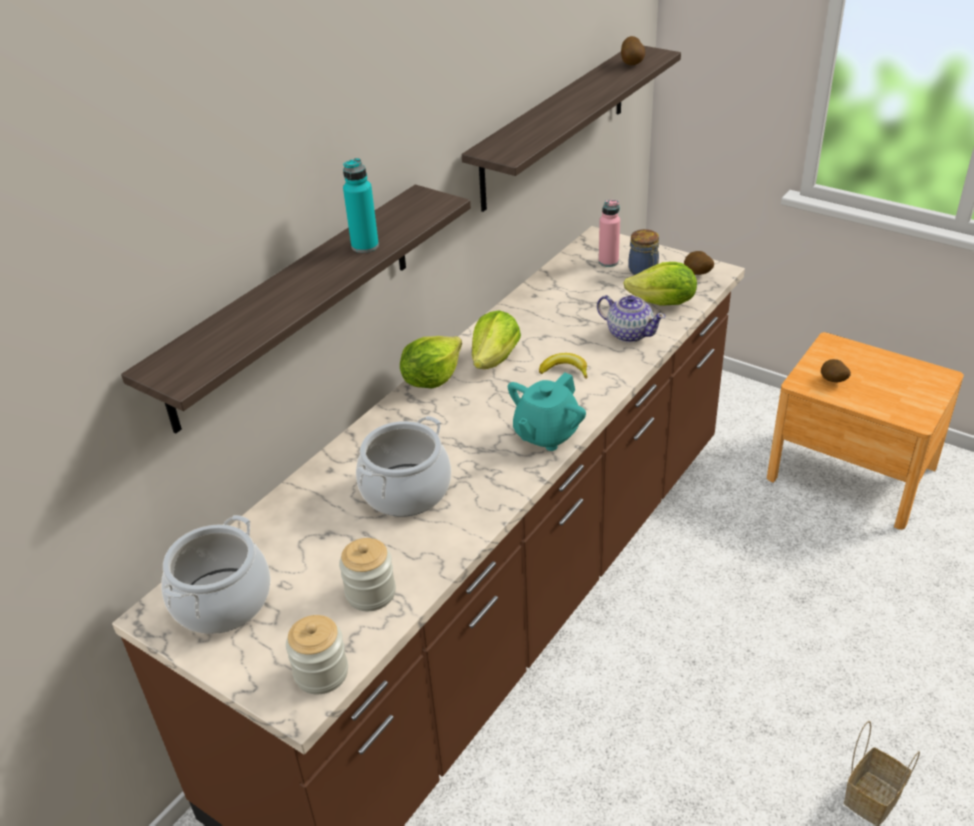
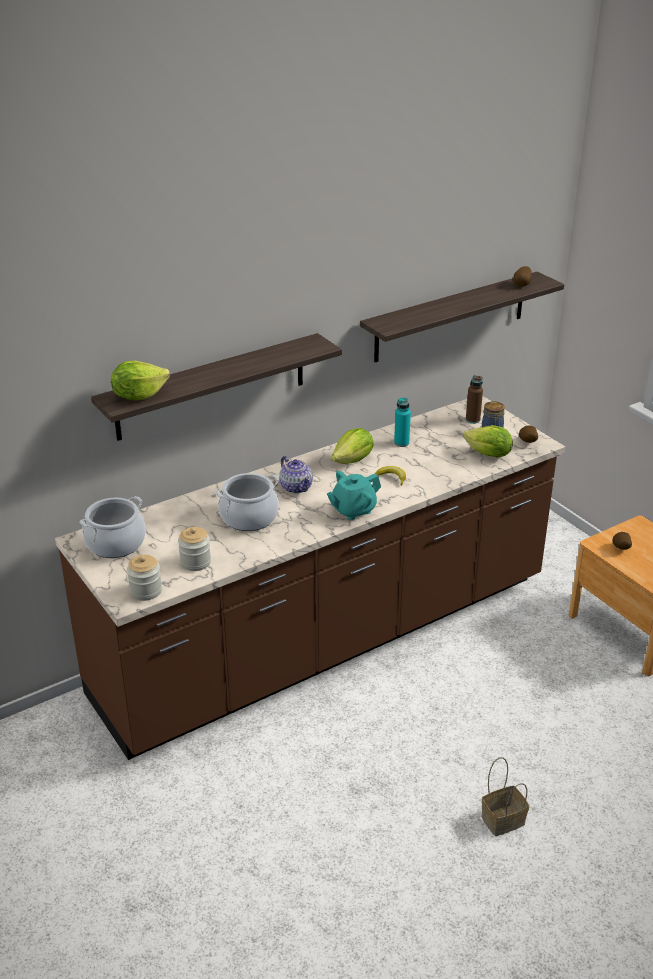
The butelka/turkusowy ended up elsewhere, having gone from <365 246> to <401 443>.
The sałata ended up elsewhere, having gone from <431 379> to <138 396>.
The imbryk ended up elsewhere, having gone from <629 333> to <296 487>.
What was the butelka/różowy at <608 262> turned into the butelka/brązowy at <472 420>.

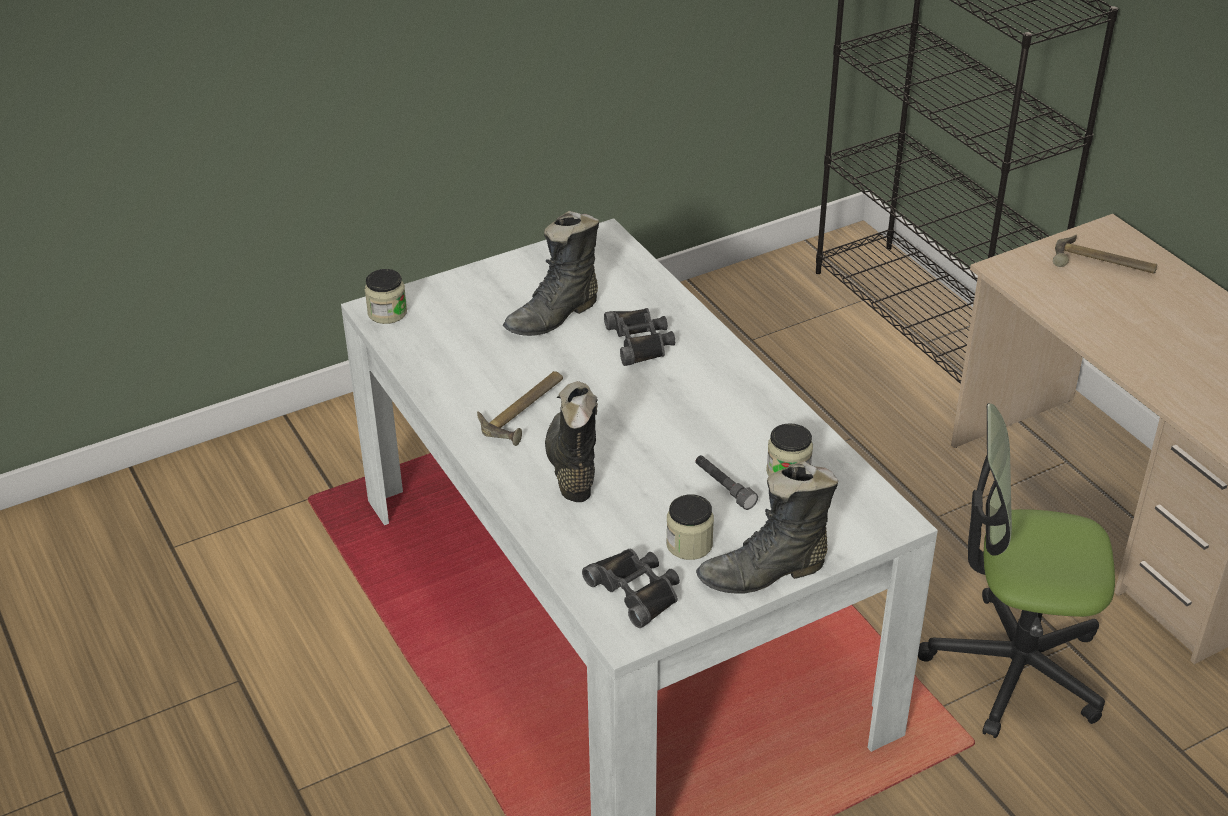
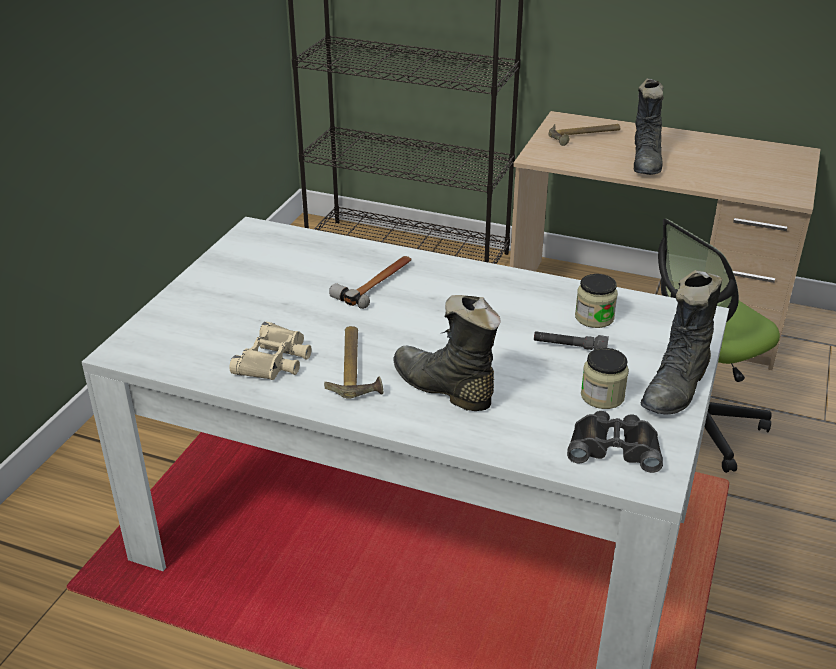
The second view lost the słoik at <387 313>.
The second view gained the lornetka/beżowy at <275 360>.
The but z cholewką/czarny ended up elsewhere, having gone from <555 316> to <646 162>.
Where the lornetka/czarny stood at <640 341>, the młotek came to stand at <376 283>.

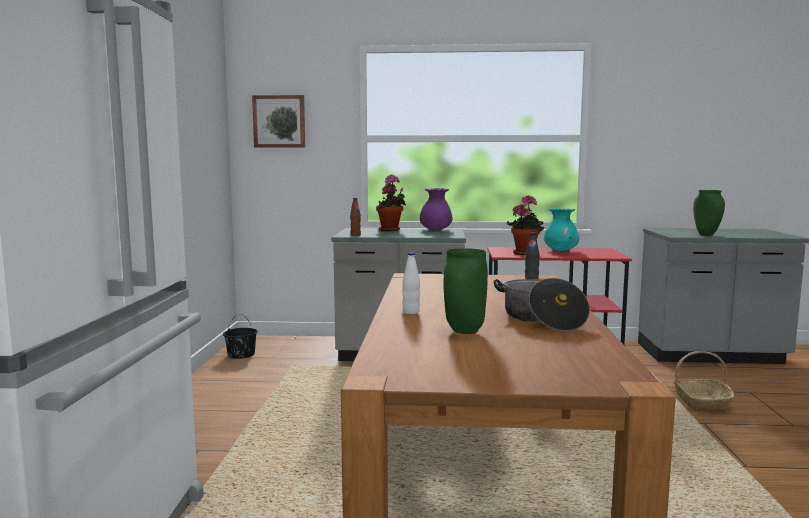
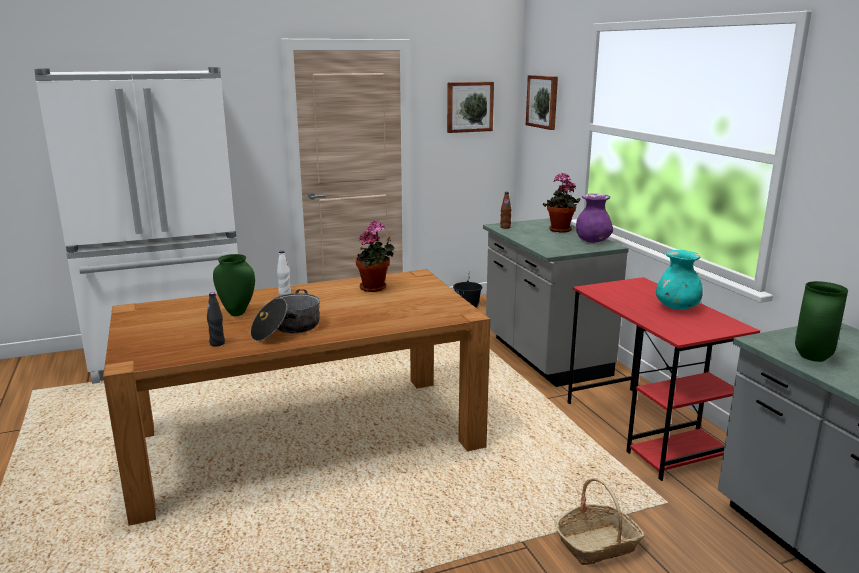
The second view gained the obraz at <469 107>.
The roślina doniczkowa ended up elsewhere, having gone from <525 253> to <375 288>.
The butelka/czarny ended up elsewhere, having gone from <531 278> to <217 343>.

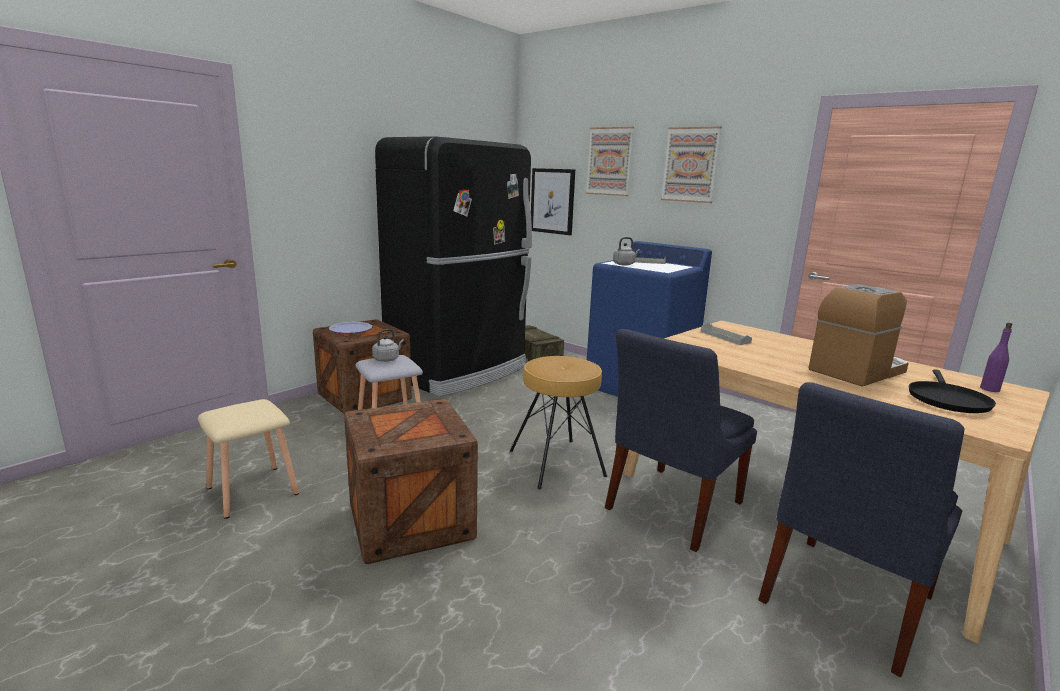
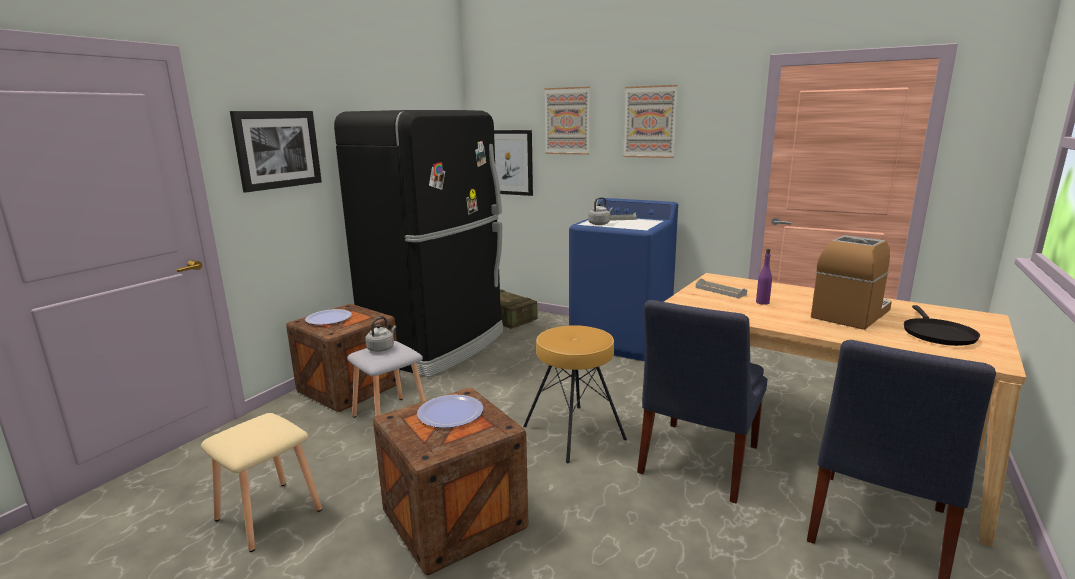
The second view gained the obraz at <277 149>.
The second view gained the talerz at <450 412>.
The butelka/fioletowy ended up elsewhere, having gone from <989 389> to <762 302>.

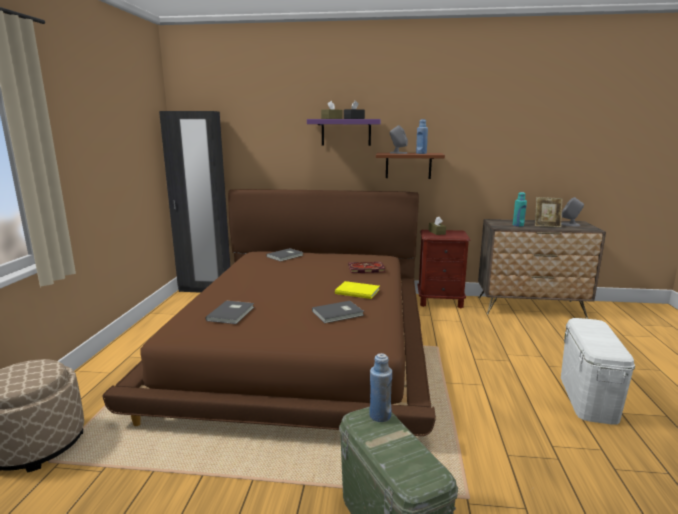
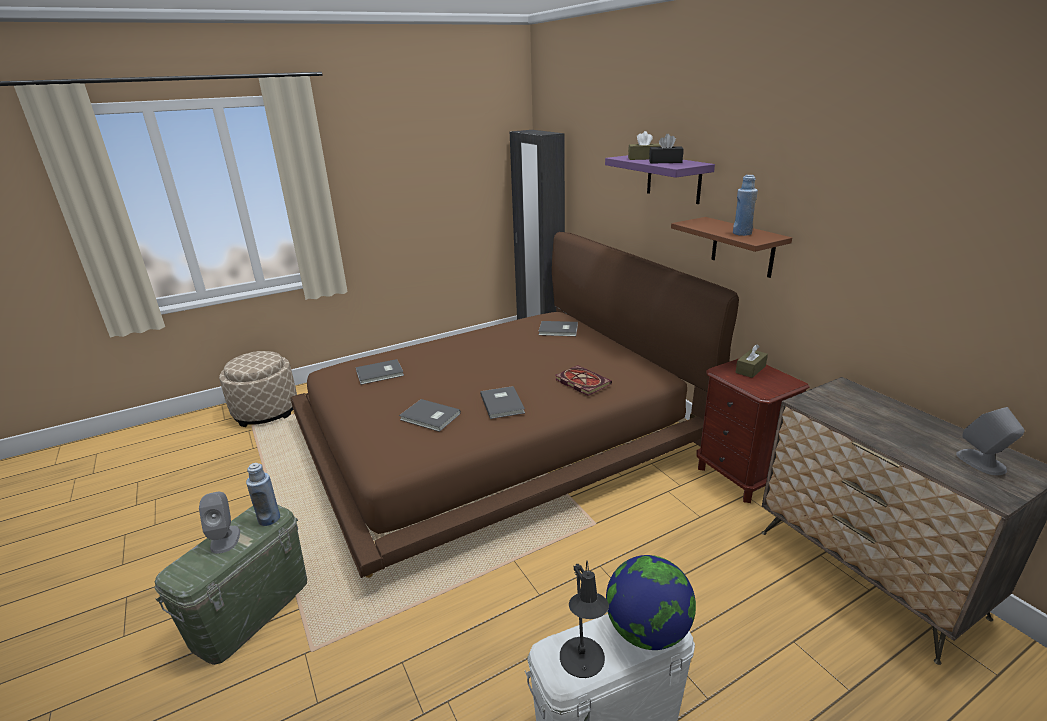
The second view lost the butelka/turkusowy at <518 225>.
The second view lost the ramka na zdjęcie at <546 226>.
The second view gained the lampa stołowa/czarny at <583 663>.
The second view gained the globus at <647 631>.
The głośnik/szary ended up elsewhere, having gone from <398 153> to <225 539>.
What was the książka/żółty at <357 291> turned into the książka/szary at <503 403>.

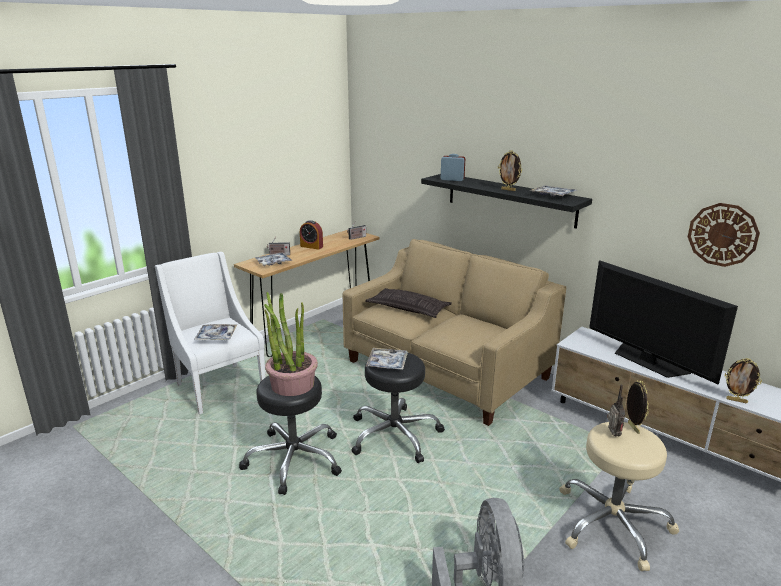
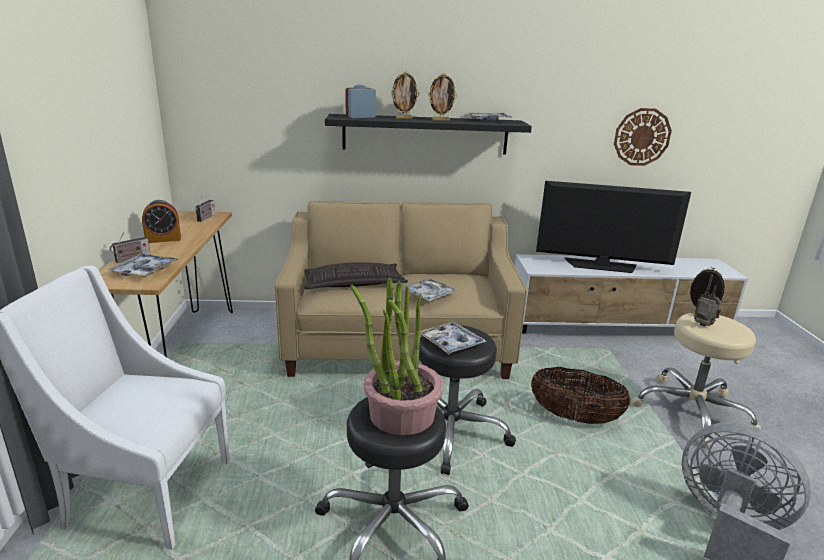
The second view gained the koszyk at <574 417>.
The taca ended up elsewhere, having gone from <216 336> to <429 294>.
The ramka na zdjęcie ended up elsewhere, having gone from <736 400> to <404 118>.

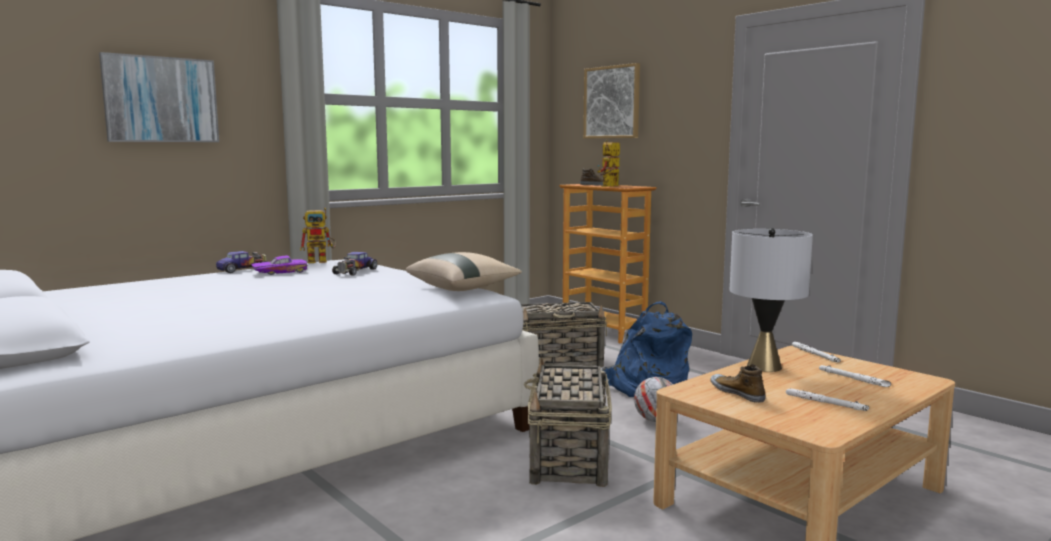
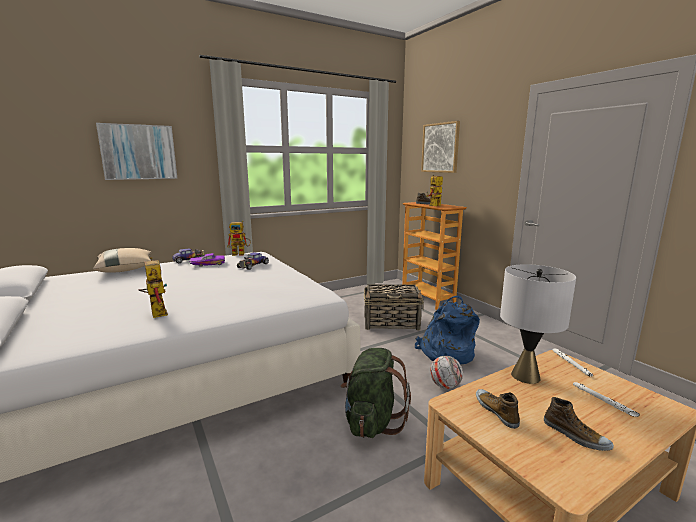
The second view gained the robot zabawkowy at <156 312>.
The poduszka/beżowy ended up elsewhere, having gone from <463 288> to <126 269>.
Where the koszyk stood at <569 460>, the plecak/zielony came to stand at <372 422>.
Where the latarka/biały stood at <825 403>, the but came to stand at <575 436>.

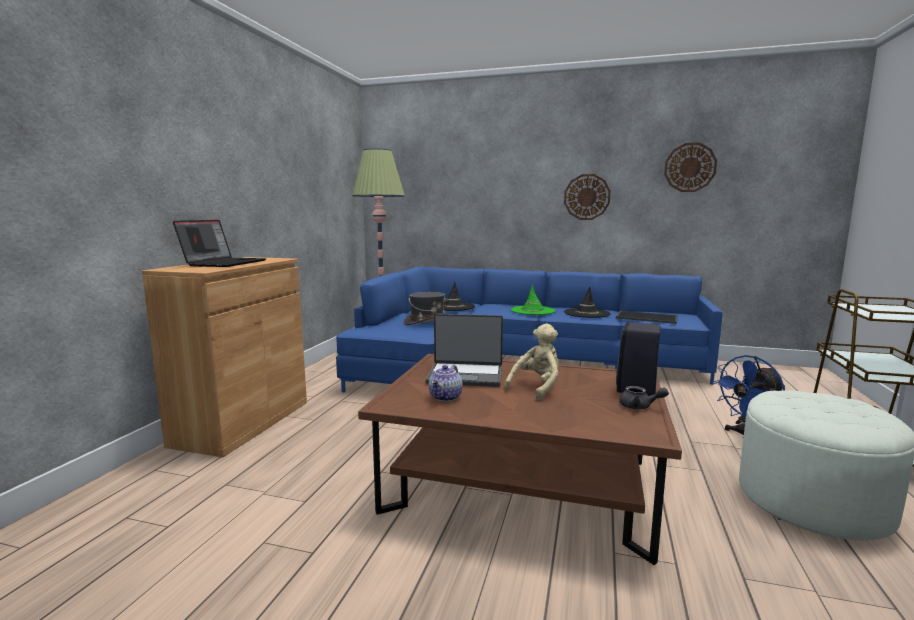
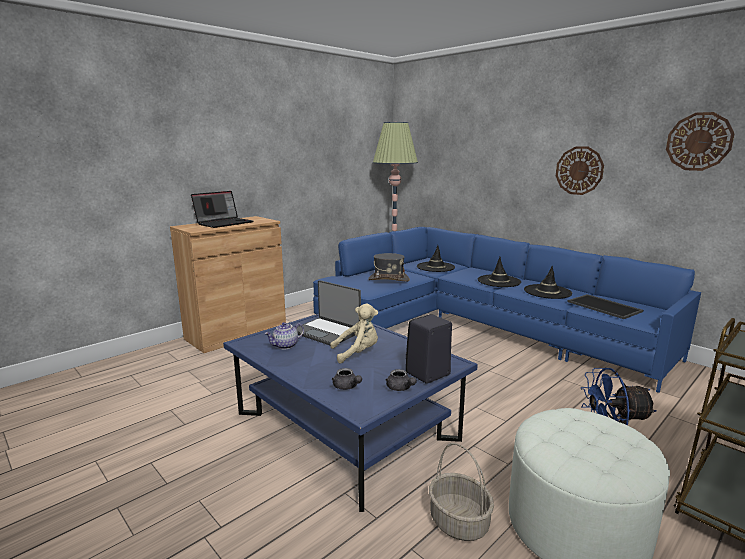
The second view gained the imbryk/szary at <347 387>.
The second view gained the koszyk at <458 522>.
What was the ława/brązowy at <520 485> turned into the ława/niebieski at <345 426>.
What was the kapelusz/zielony at <533 311> turned into the kapelusz/czarny at <499 281>.

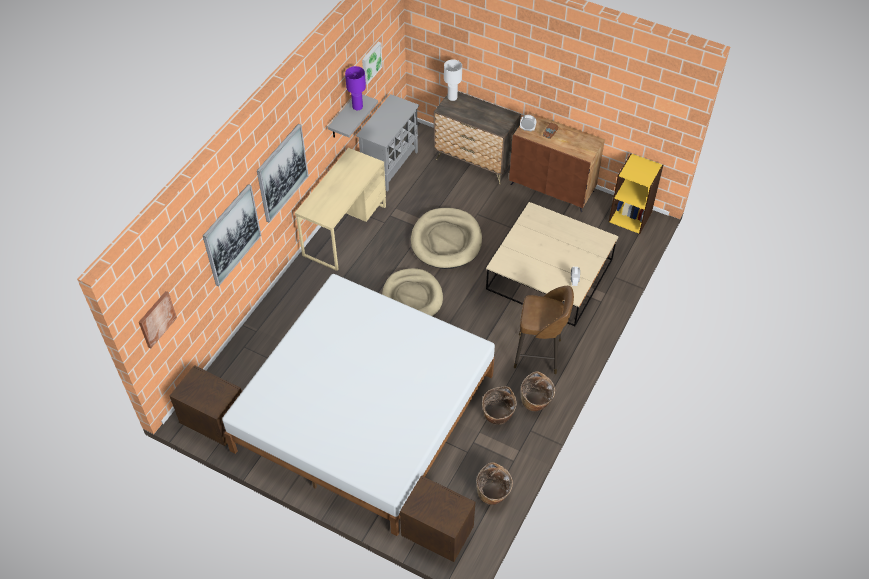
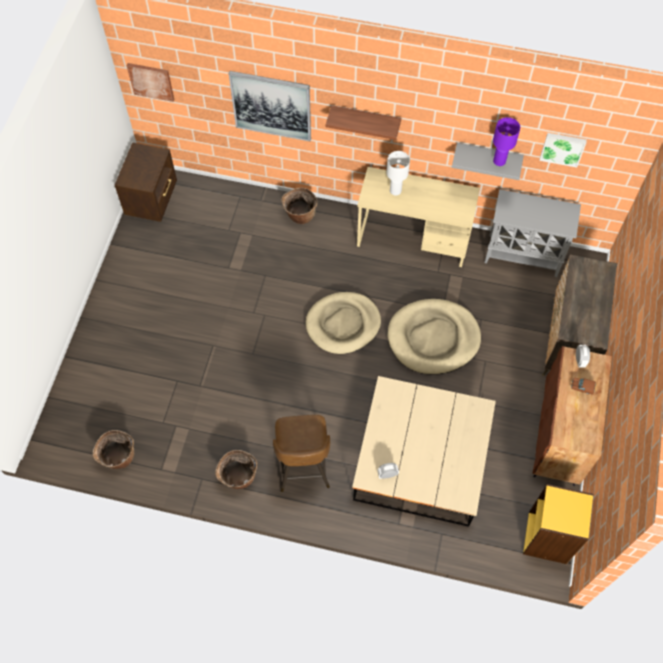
The second view lost the łóżko/biały at <364 411>.
The second view lost the szafka nocna/brązowy at <437 532>.
The lampa stołowa/biały ended up elsewhere, having gone from <452 97> to <395 191>.
The koszyk ended up elsewhere, having gone from <497 416> to <299 215>.
Where the obraz hung at <282 172>, the półka came to hang at <365 119>.

